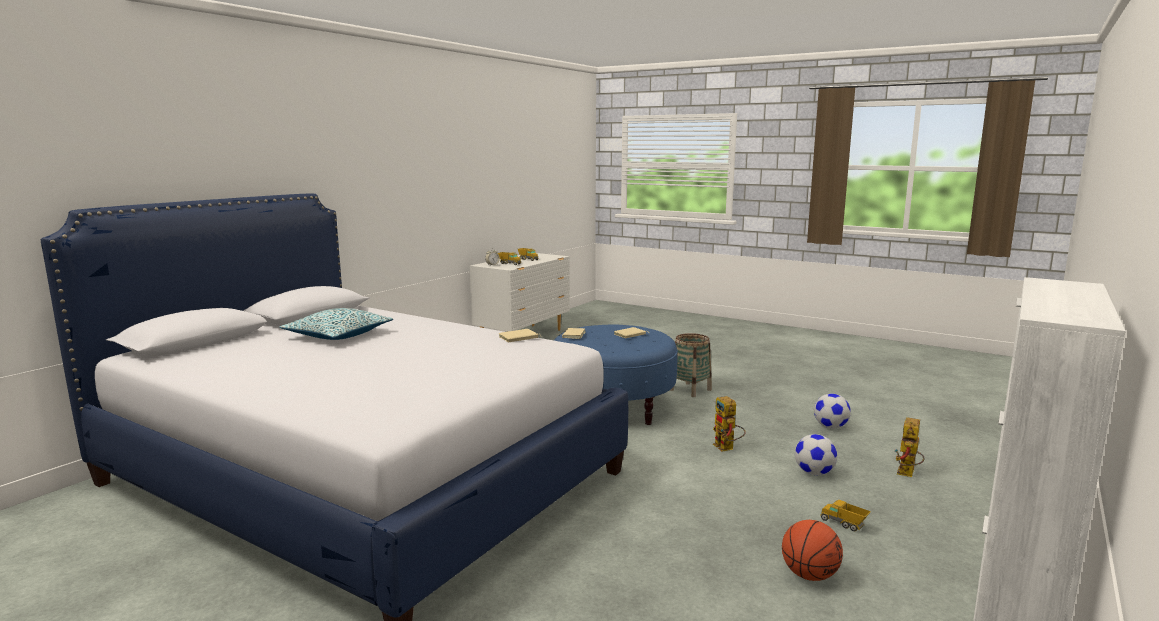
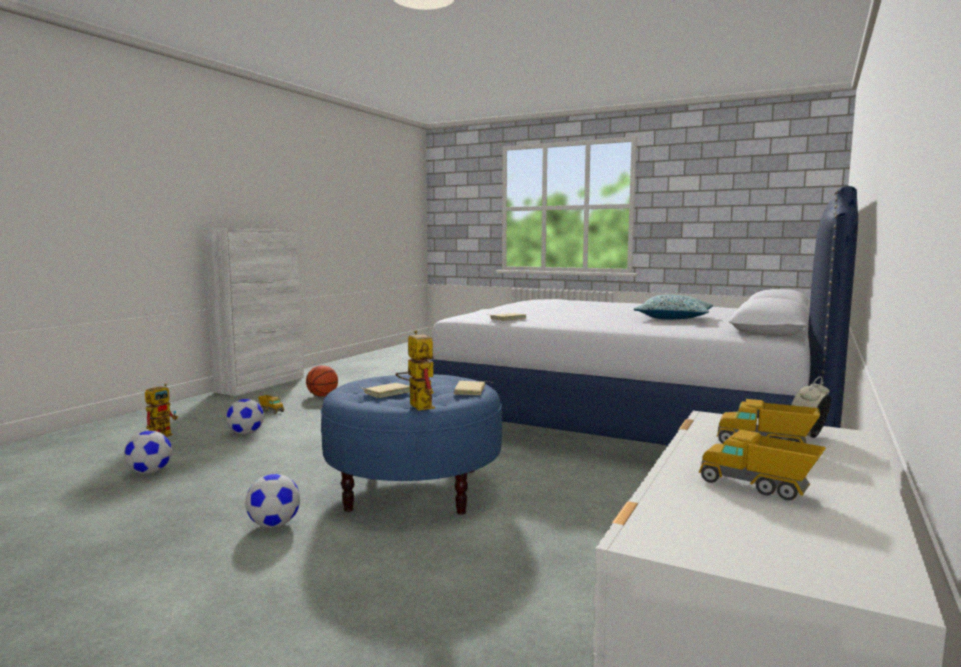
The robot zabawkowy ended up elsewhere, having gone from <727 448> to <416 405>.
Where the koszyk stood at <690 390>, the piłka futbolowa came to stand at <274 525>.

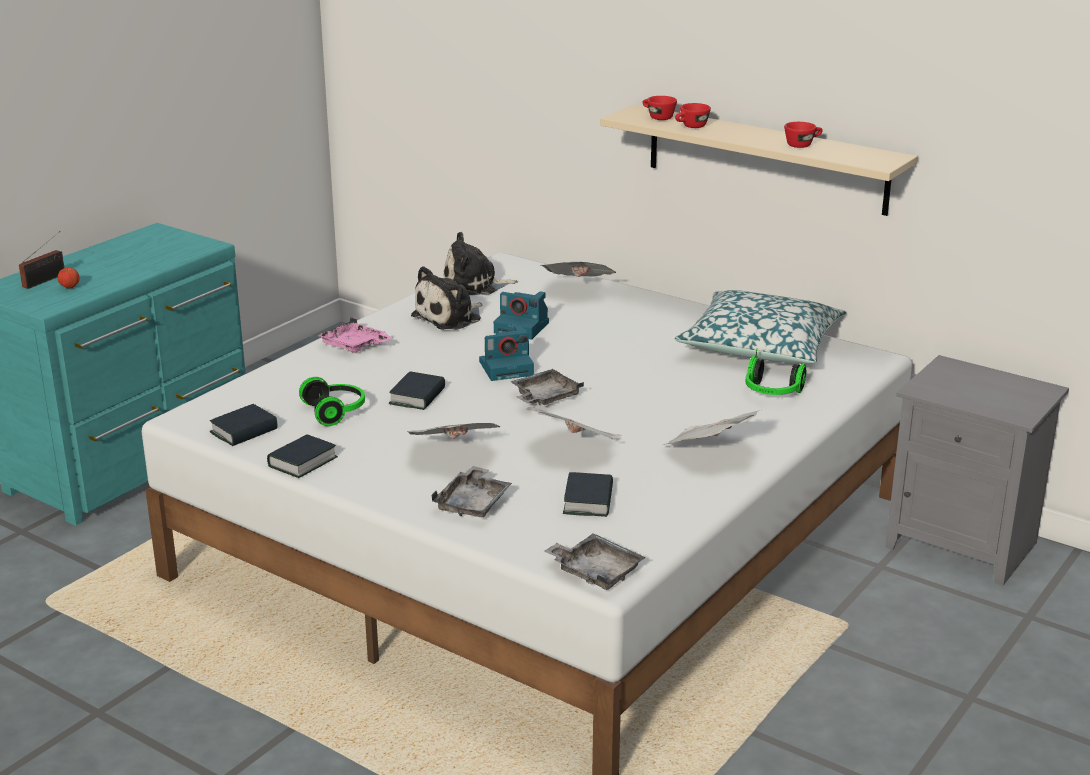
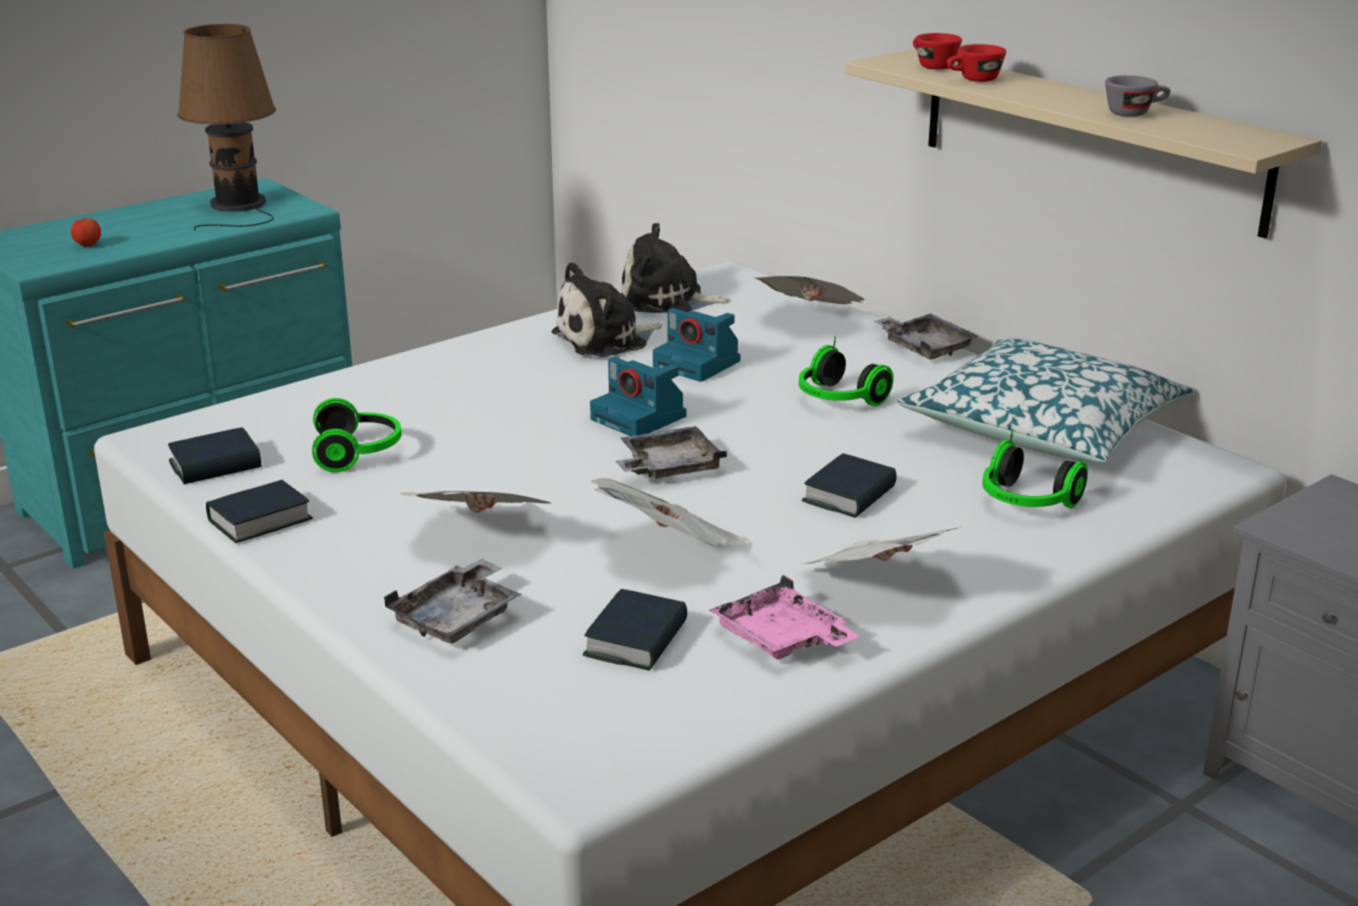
The second view lost the radio at <46 280>.
The second view gained the lampa stołowa/brązowy at <238 206>.
The second view gained the słuchawki at <837 399>.
The taca/różowy ended up elsewhere, having gone from <355 346> to <782 639>.
The książka ended up elsewhere, having gone from <417 396> to <849 495>.
The taca/szary ended up elsewhere, having gone from <595 571> to <925 347>.
What was the filiżanka/czerwony at <802 145> turned into the filiżanka/szary at <1134 113>.
The aparat fotograficzny at <507 368> ended up facing another way, 45 degrees clockwise from before.

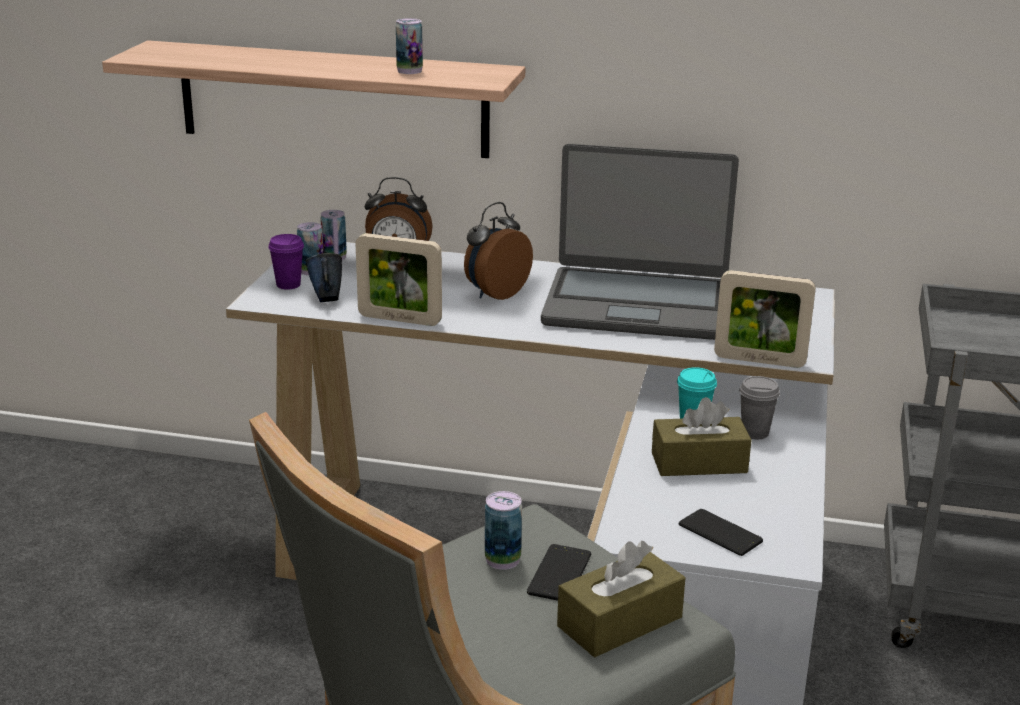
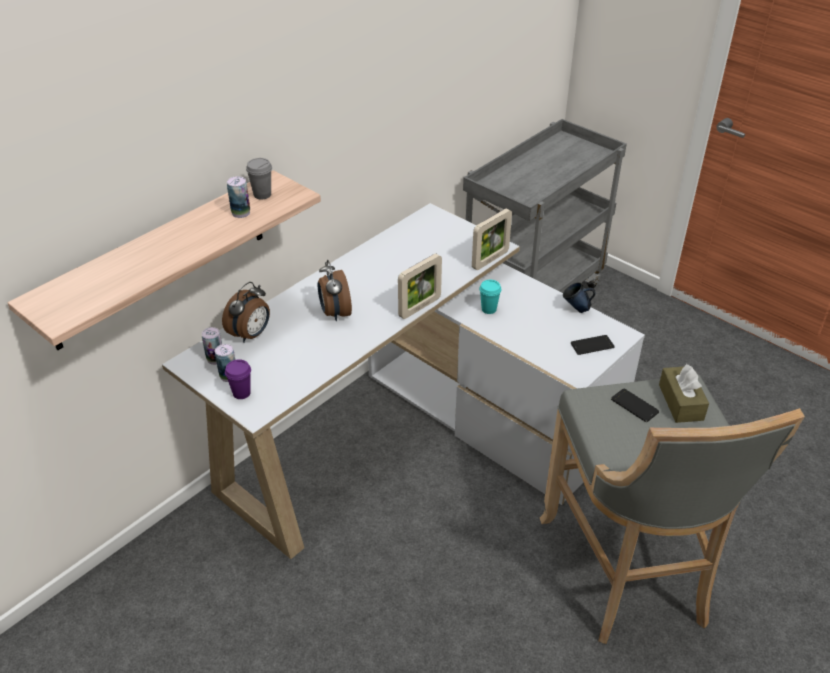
The second view lost the puszka at <502 560>.
The second view lost the laptop at <636 305>.
The second view lost the pudełko chusteczek/brązowy at <699 463>.
The kubek/niebieski ended up elsewhere, having gone from <326 299> to <576 309>.
The ramka na zdjęcie ended up elsewhere, having gone from <399 319> to <420 307>.
The filiżanka/szary ended up elsewhere, having gone from <755 433> to <262 194>.

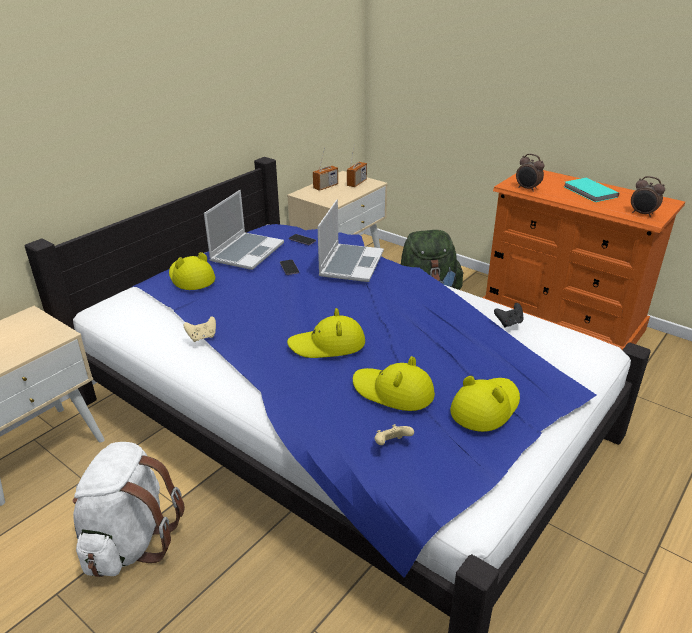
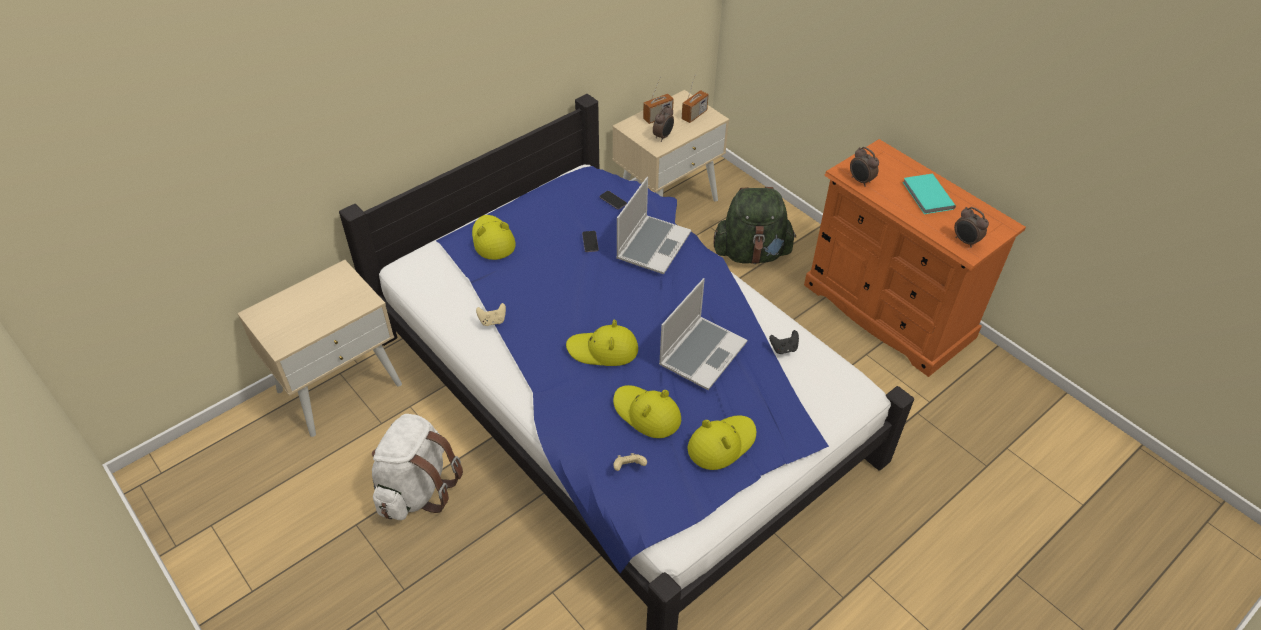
The second view gained the budzik at <663 136>.
The laptop ended up elsewhere, having gone from <247 252> to <702 353>.

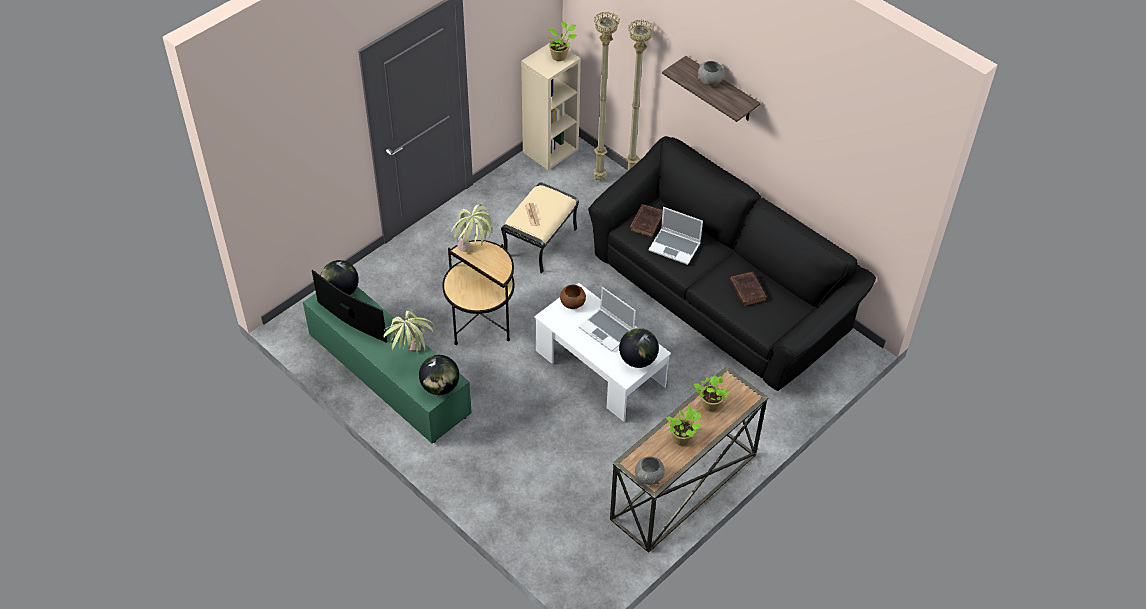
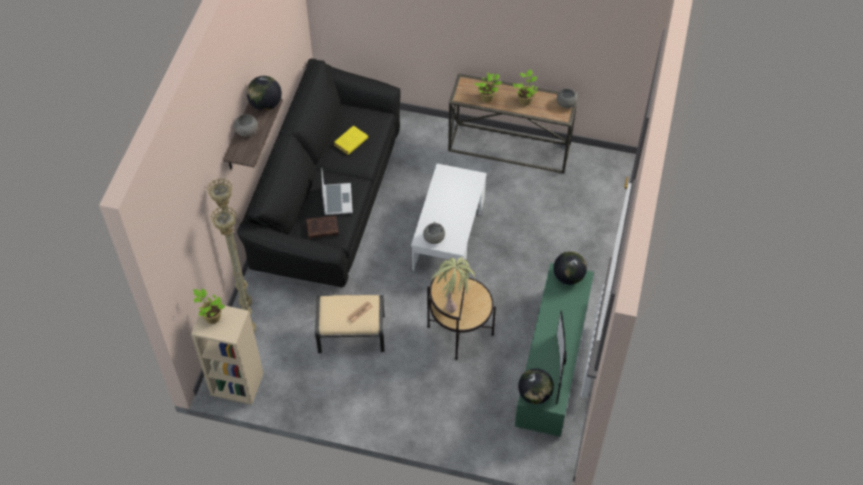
The second view lost the roślina doniczkowa at <411 360>.
The second view lost the laptop at <607 330>.
The globus ended up elsewhere, having gone from <638 360> to <266 104>.
What was the miska/brązowy at <572 303> turned into the miska/szary at <434 238>.
What was the książka/brązowy at <747 289> turned into the książka/żółty at <350 142>.

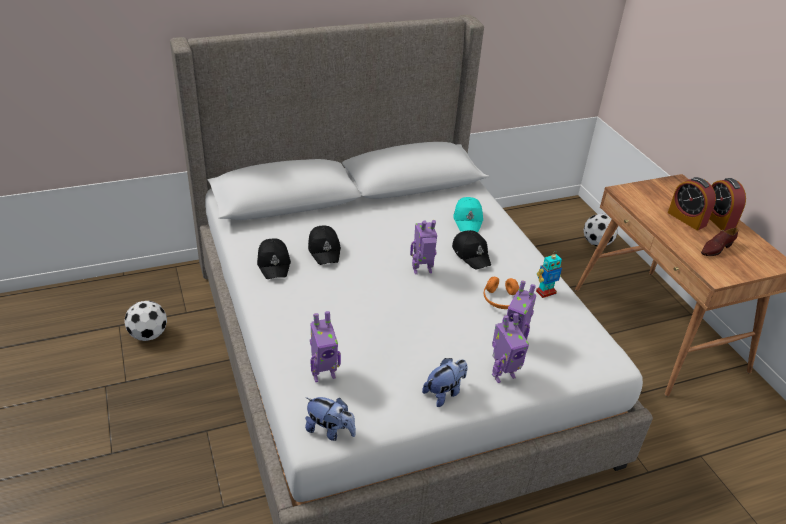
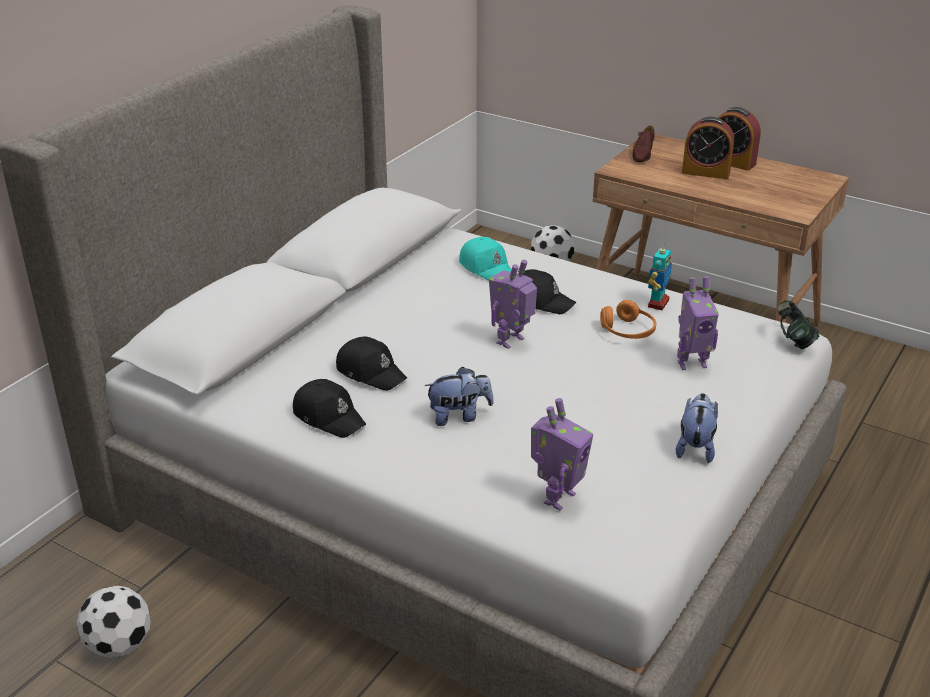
The second view lost the robot zabawkowy at <502 375>.
The second view gained the słuchawki at <793 340>.
The pluszak ended up elsewhere, having gone from <330 431> to <459 416>.
The but/brązowy ended up elsewhere, having gone from <716 248> to <642 154>.

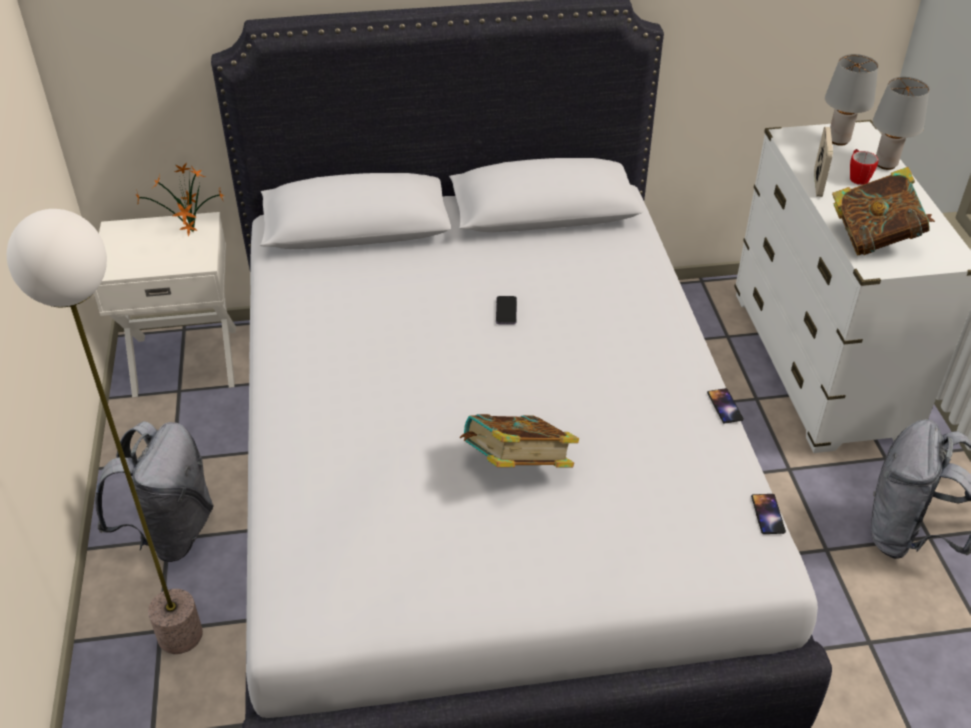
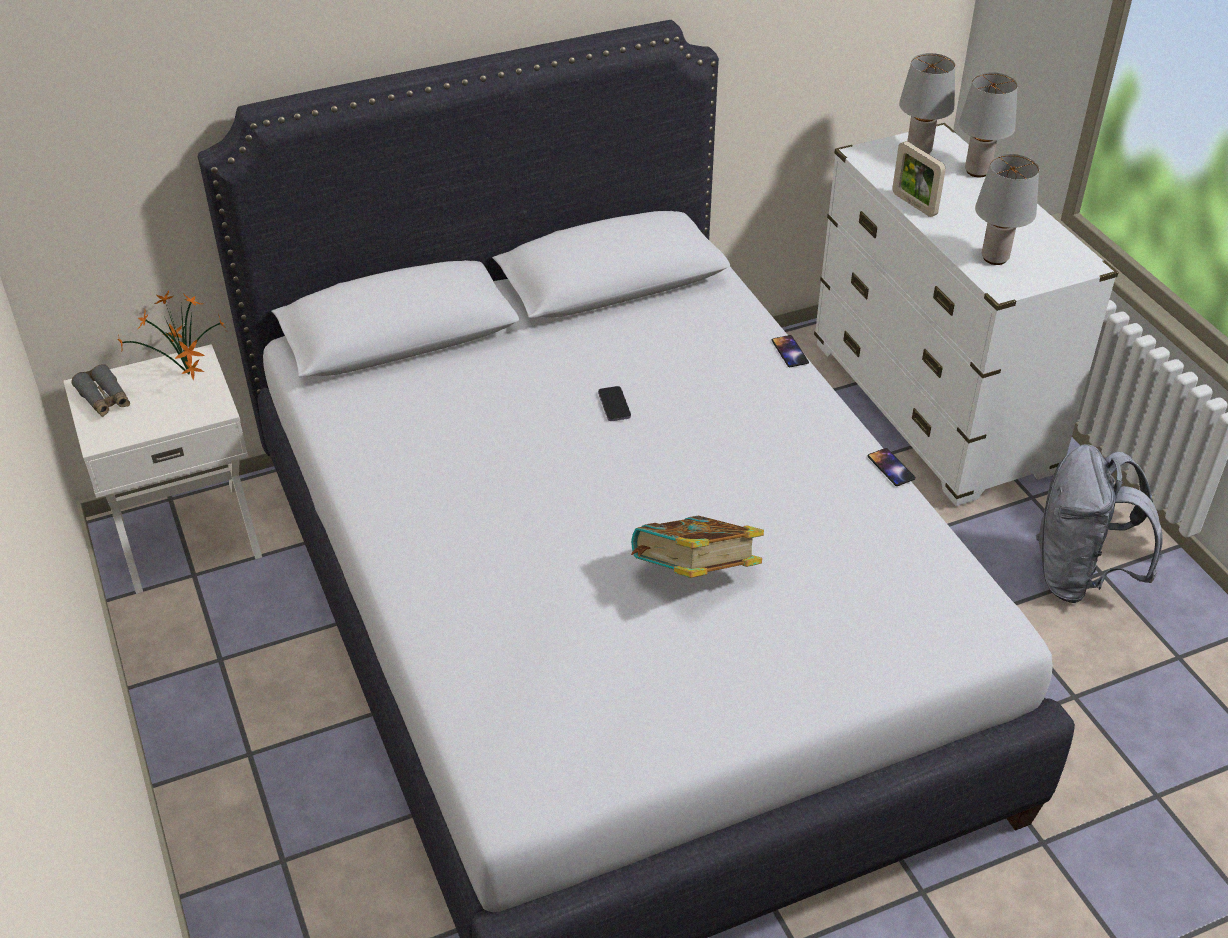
The second view lost the lampa stojąca at <179 634>.
The second view lost the plecak/szary at <171 532>.
The second view lost the kubek at <857 177>.
The second view gained the lornetka/szary at <104 399>.
The telefon ended up elsewhere, having gone from <767 514> to <789 351>.
Where the książka stood at <874 239>, the lampa stołowa/szary came to stand at <994 257>.
The ramka na zdjęcie at <817 184> ended up facing another way, 150 degrees clockwise from before.

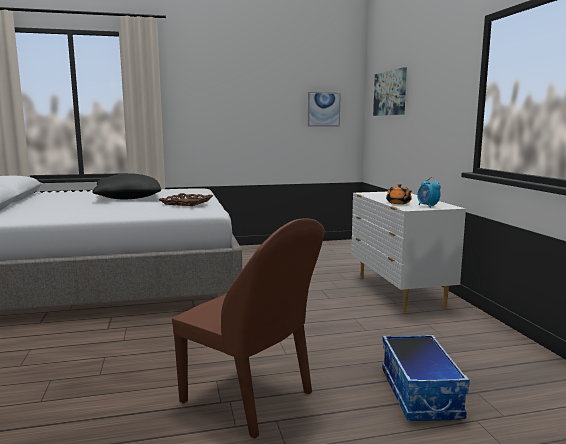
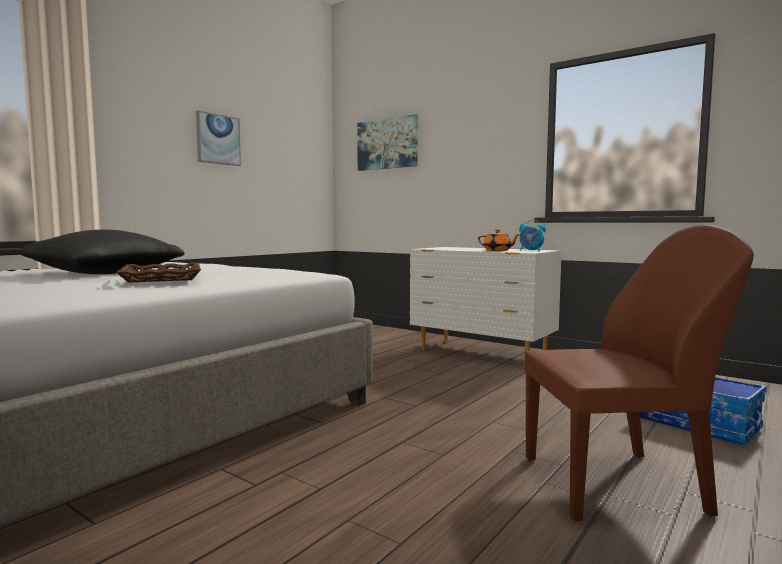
The taca/brązowy ended up elsewhere, having gone from <186 202> to <161 278>.
The obraz ended up elsewhere, having gone from <323 109> to <218 139>.

